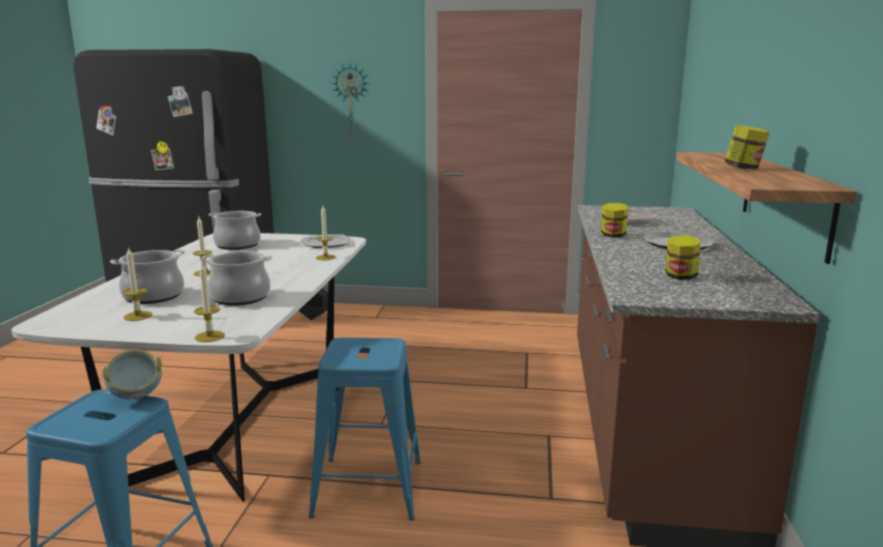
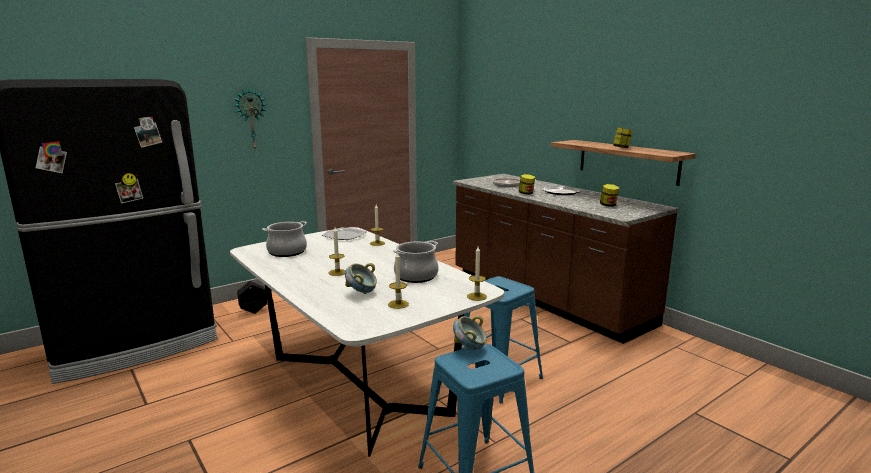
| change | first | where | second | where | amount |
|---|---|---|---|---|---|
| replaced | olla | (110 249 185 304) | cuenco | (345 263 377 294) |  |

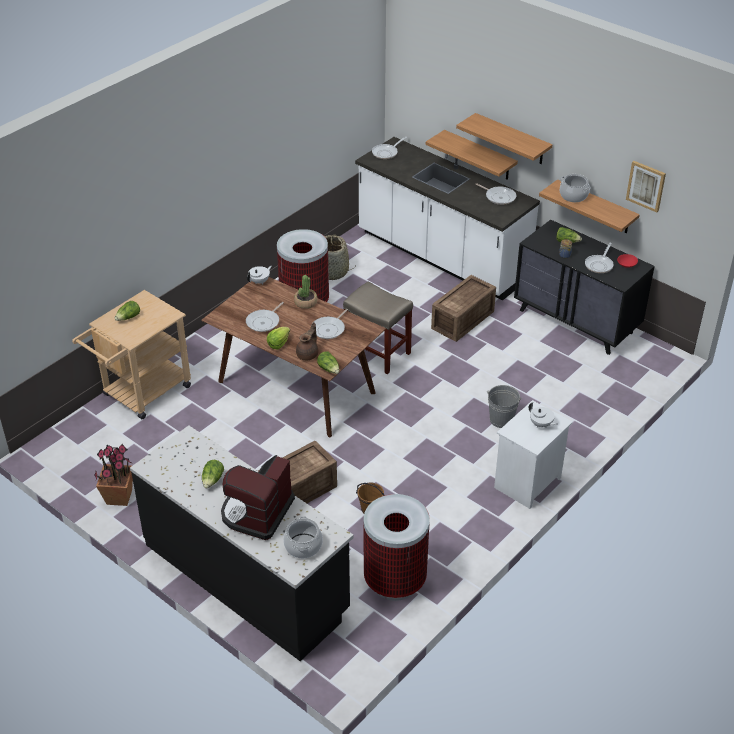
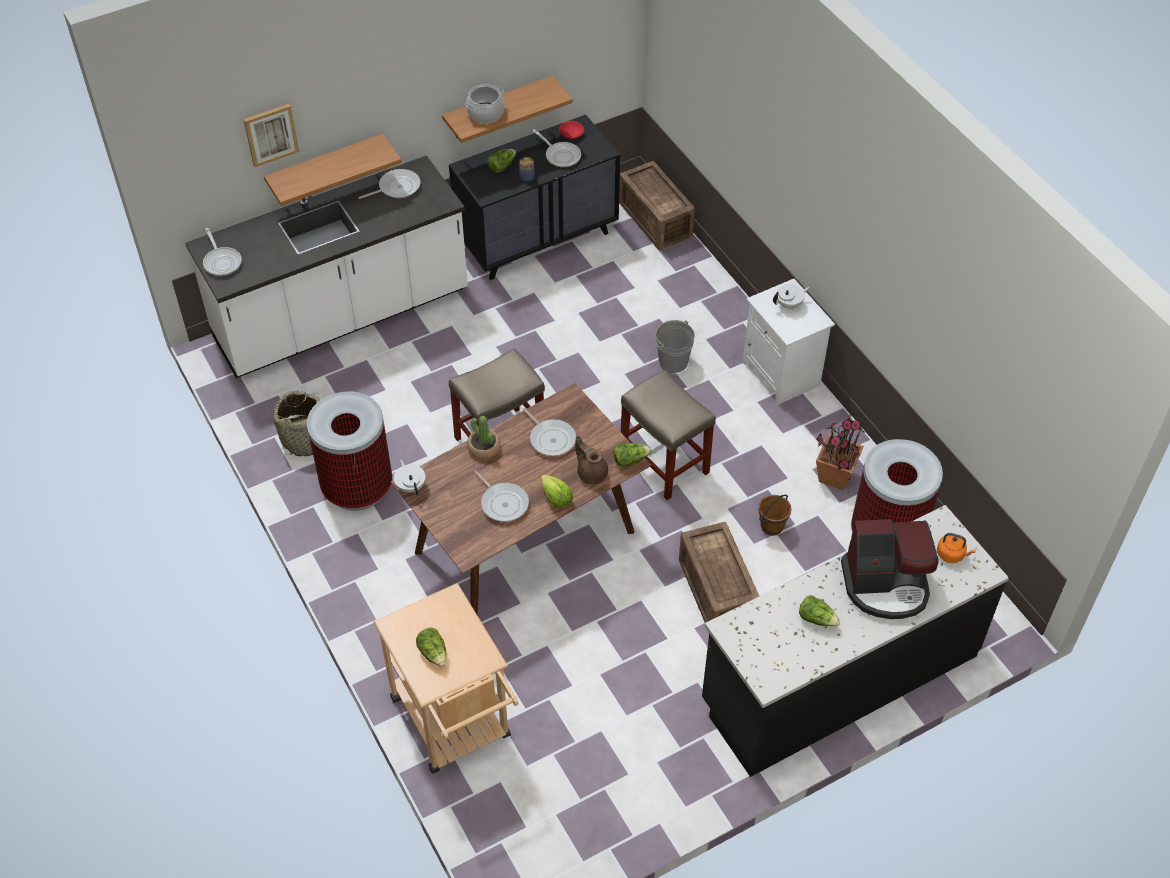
| change | first | where | second | where | amount |
|---|---|---|---|---|---|
| removed | estante | (456 113 553 164) |  |  |  |
| added |  |  | taburete (beis) | (621 370 716 500) |  |
| moved | planta en maceta | (94 444 133 506) |  | (816 410 866 490) |  |
| moved | caja de embalaje | (431 275 496 342) |  | (619 161 695 250) |  |
| moved | cuadro | (626 161 666 212) |  | (243 104 299 167) |  |
| replaced | olla | (283 516 323 559) | hervidor (naranja) | (937 533 976 563) |  |
| turned | cafetera | (221 455 295 540) |  | (841 519 939 619) | 45 degrees counterclockwise |

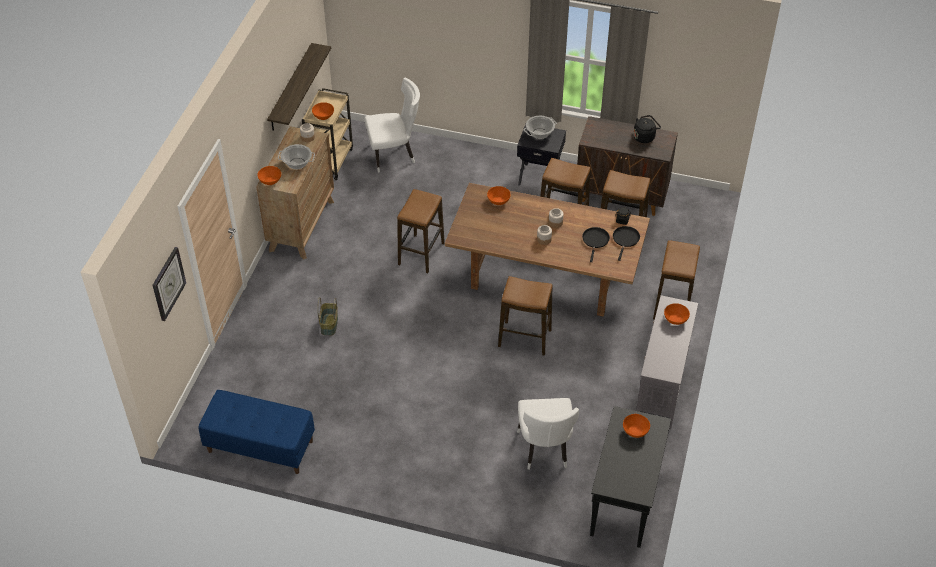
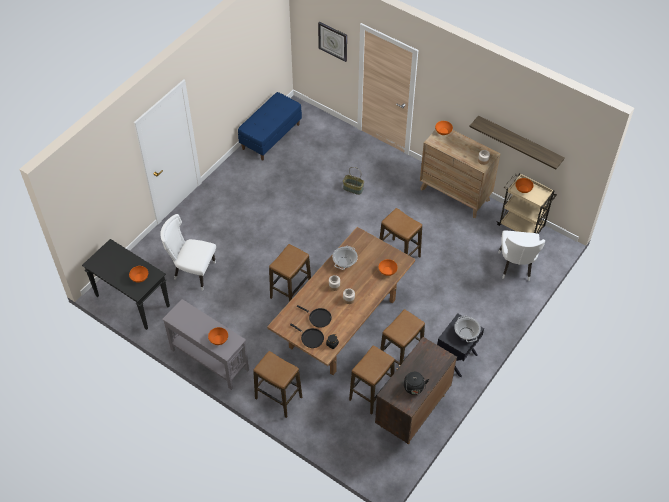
| change | first | where | second | where | amount |
|---|---|---|---|---|---|
| moved | olla | (278 144 315 169) |  | (332 246 358 270) |  |

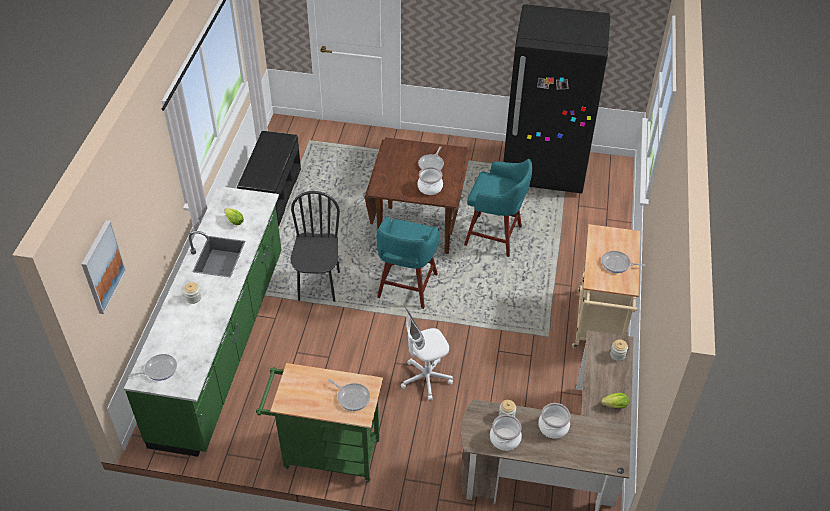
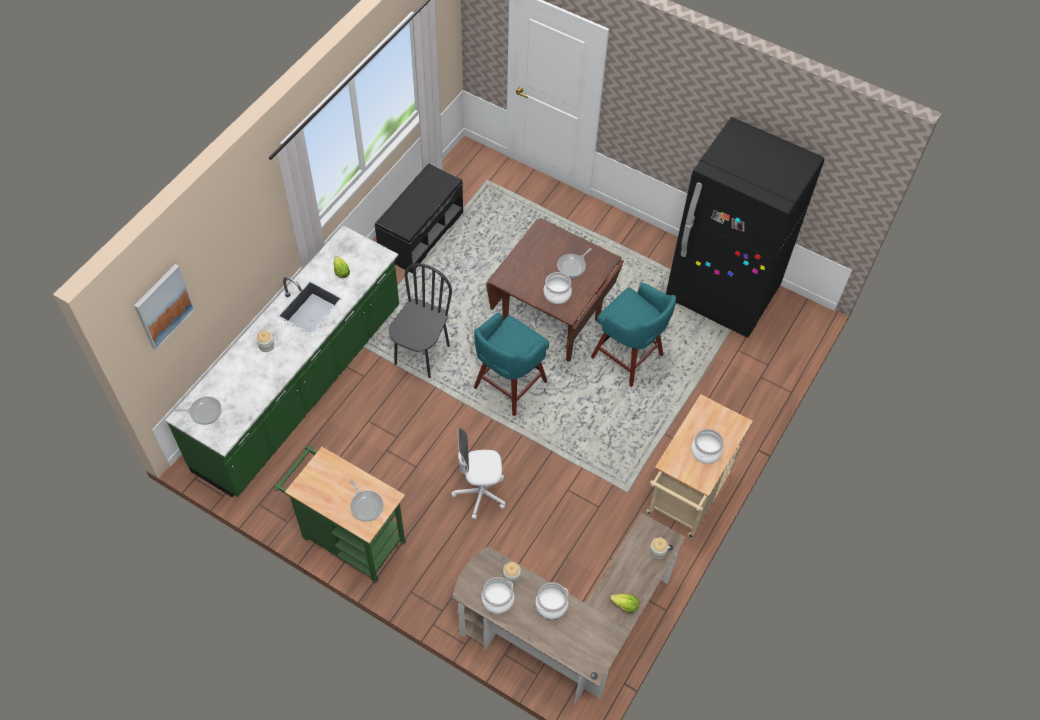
| change | first | where | second | where | amount |
|---|---|---|---|---|---|
| replaced | sartén | (602 251 646 273) | olla | (691 429 724 464) |  |

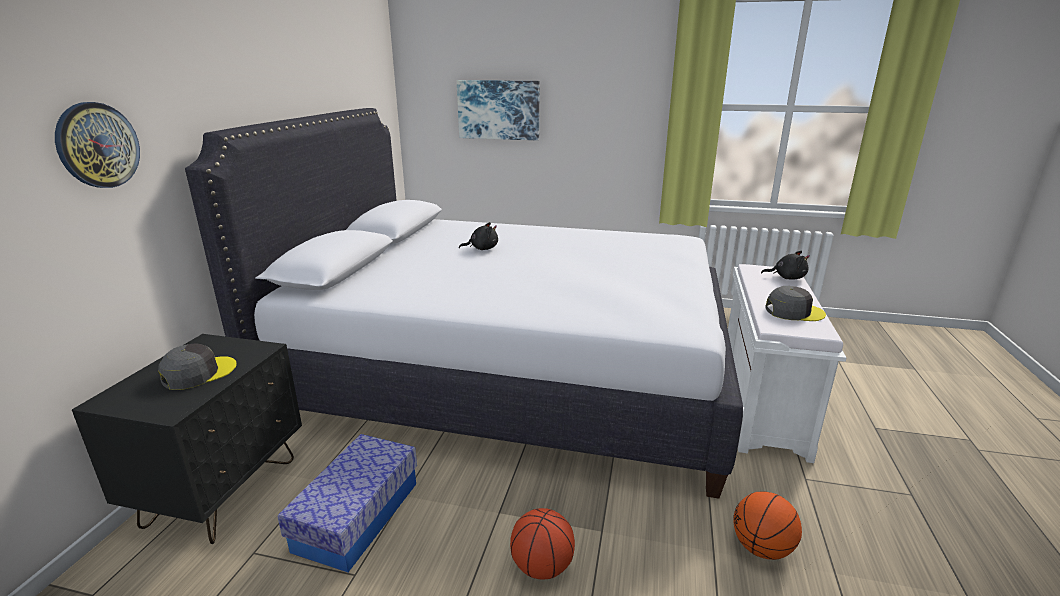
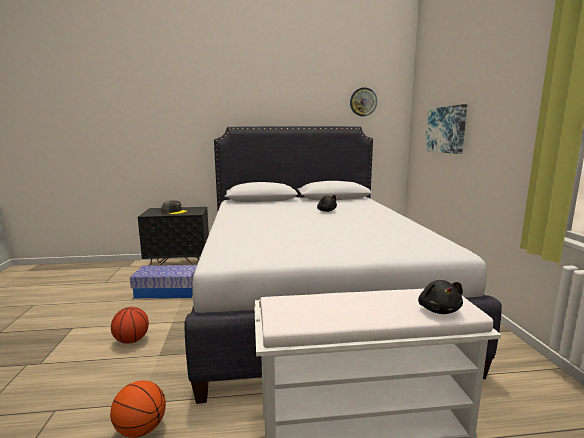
| change | first | where | second | where | amount |
|---|---|---|---|---|---|
| removed | gorra (gris) | (765 286 826 321) |  |  |  |
| moved | reloj de pared | (55 102 140 188) |  | (350 88 377 116) |  |

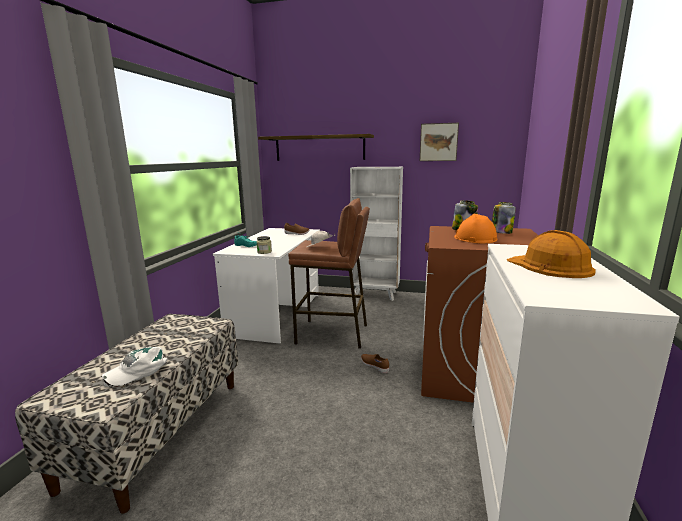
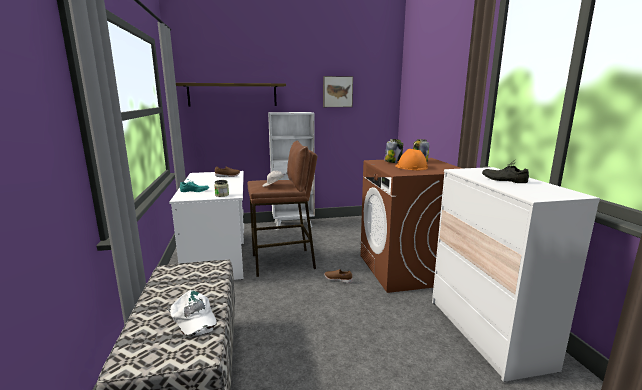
| change | first | where | second | where | amount |
|---|---|---|---|---|---|
| replaced | casco (naranja) | (507 230 596 278) | zapato (gris) | (482 159 529 183) |  |
| turned | gorra (blanco) | (101 347 168 387) |  | (168 290 217 335) | 60 degrees counterclockwise |

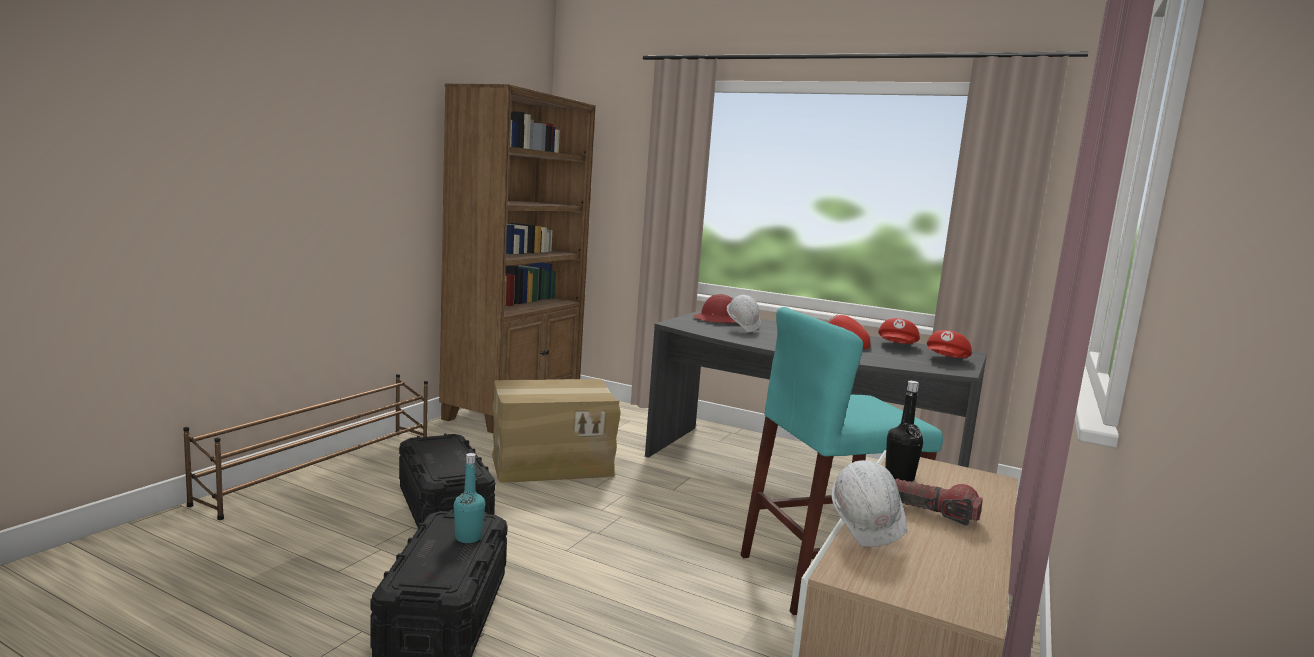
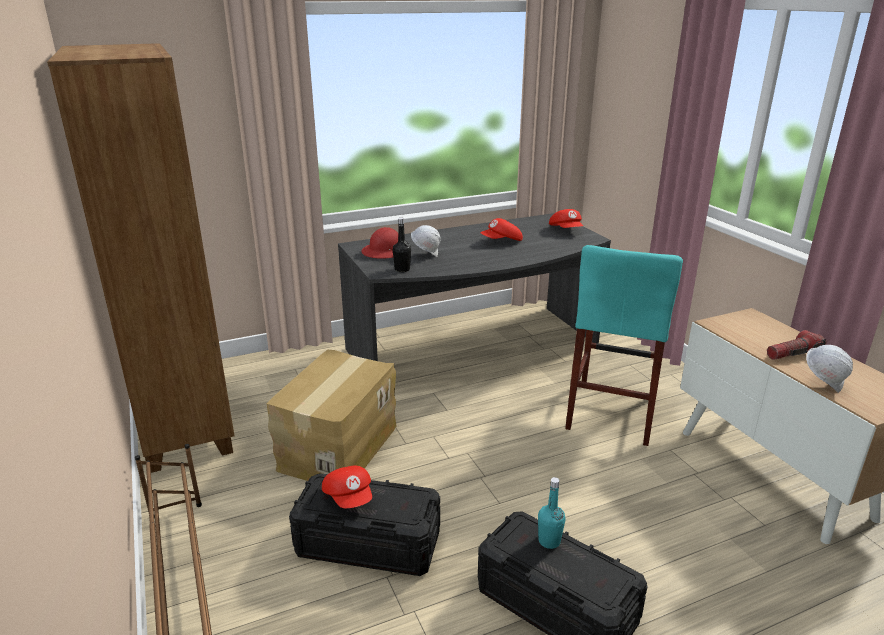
| change | first | where | second | where | amount |
|---|---|---|---|---|---|
| moved | gorra (rojo) | (878 318 920 344) |  | (322 466 372 508) |  |
| moved | botella (negro) | (885 381 923 482) |  | (393 218 411 272) |  |

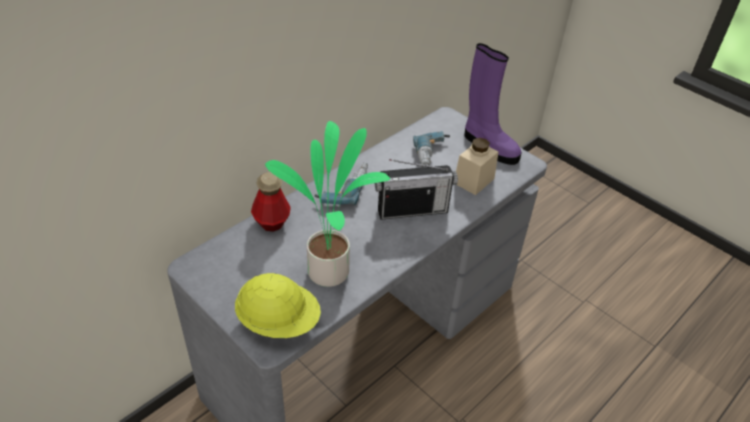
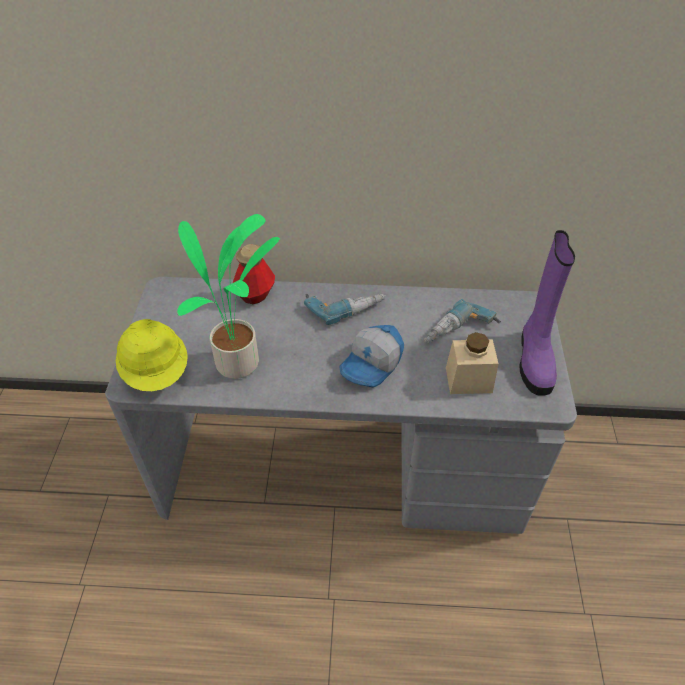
| change | first | where | second | where | amount |
|---|---|---|---|---|---|
| replaced | radio | (375 159 458 220) | gorra | (339 325 404 388) |  |

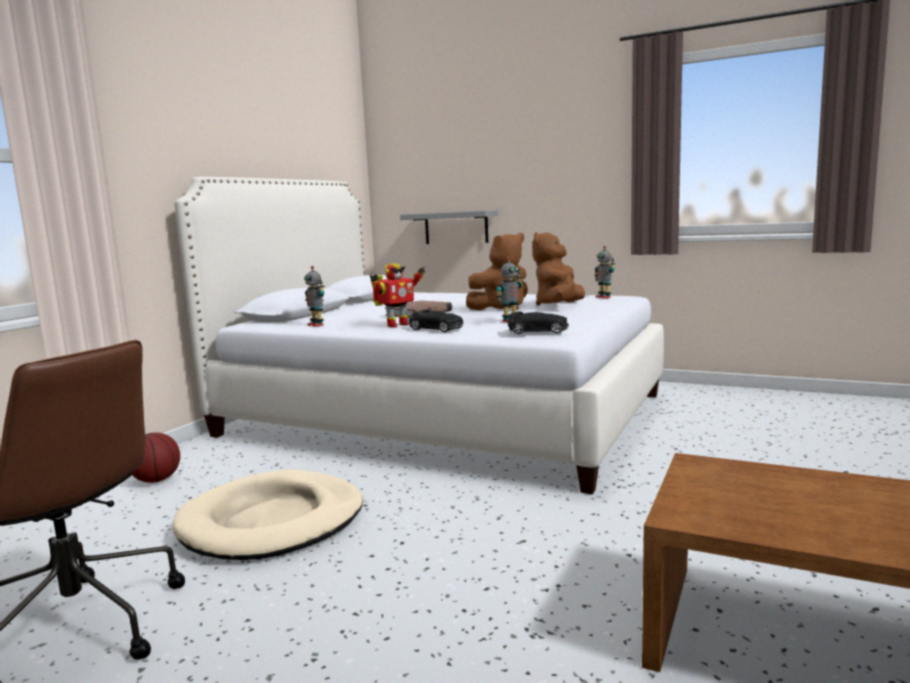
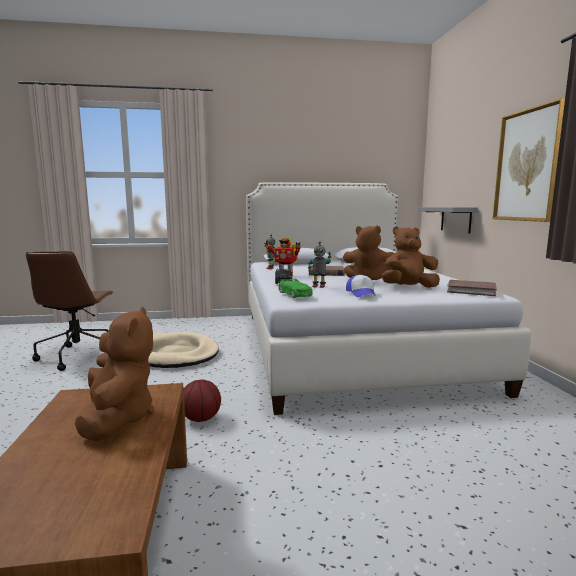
| change | first | where | second | where | amount |
|---|---|---|---|---|---|
| added |  |  | peluche (marrón) | (75 307 154 441) |  |
| added |  |  | gorra | (346 275 376 297) |  |
| added |  |  | cuadro | (493 98 565 222) |  |
| moved | balón de baloncesto | (131 432 180 483) |  | (184 380 221 422) |  |
| replaced | robot de juguete | (594 246 615 299) | libro (marrón) | (447 280 497 296) |  |
| recoloured | coche de juguete (negro) | (508 311 569 334) | coche de juguete (verde) | (279 279 313 298) |  |

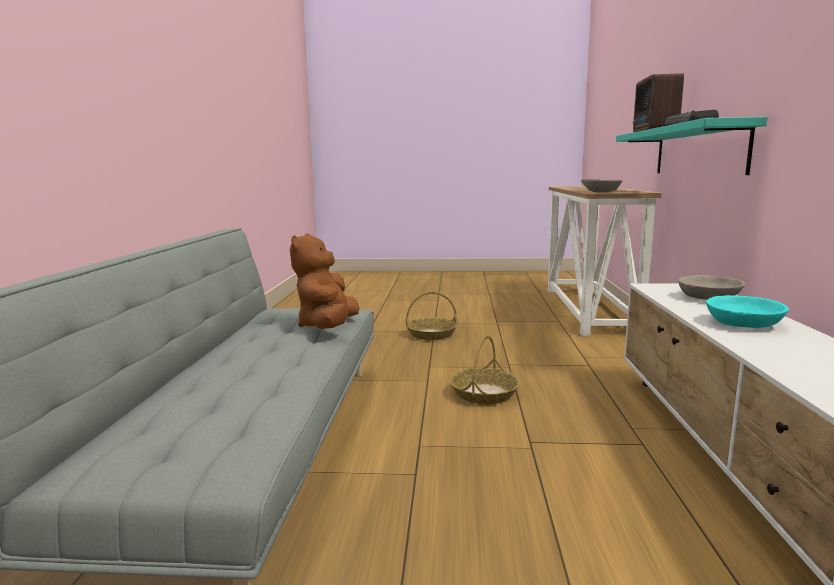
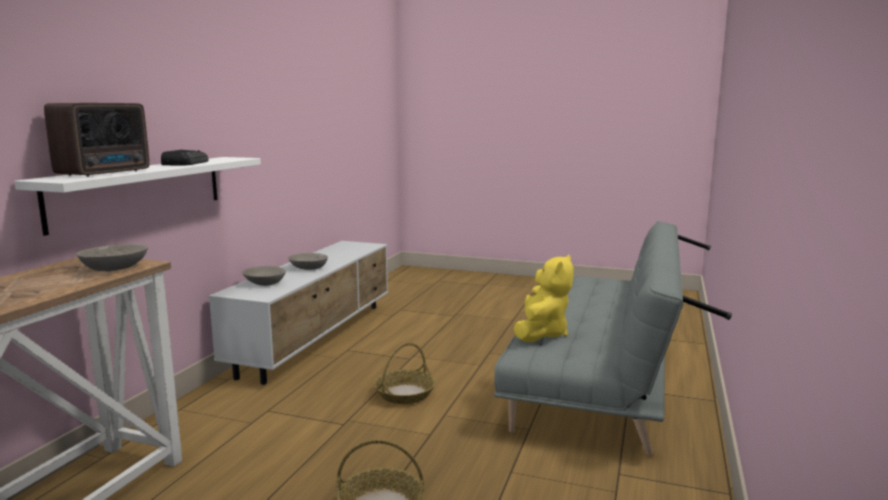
| change | first | where | second | where | amount |
|---|---|---|---|---|---|
| recoloured | peluche (marrón) | (290 234 360 329) | peluche (amarillo) | (514 255 574 342) |  |
| recoloured | estante (turquesa) | (616 117 768 175) | estante (blanco) | (14 157 261 236) |  |
| recoloured | cuenco (turquesa) | (706 295 789 328) | cuenco (gris) | (288 253 328 270) |  |

